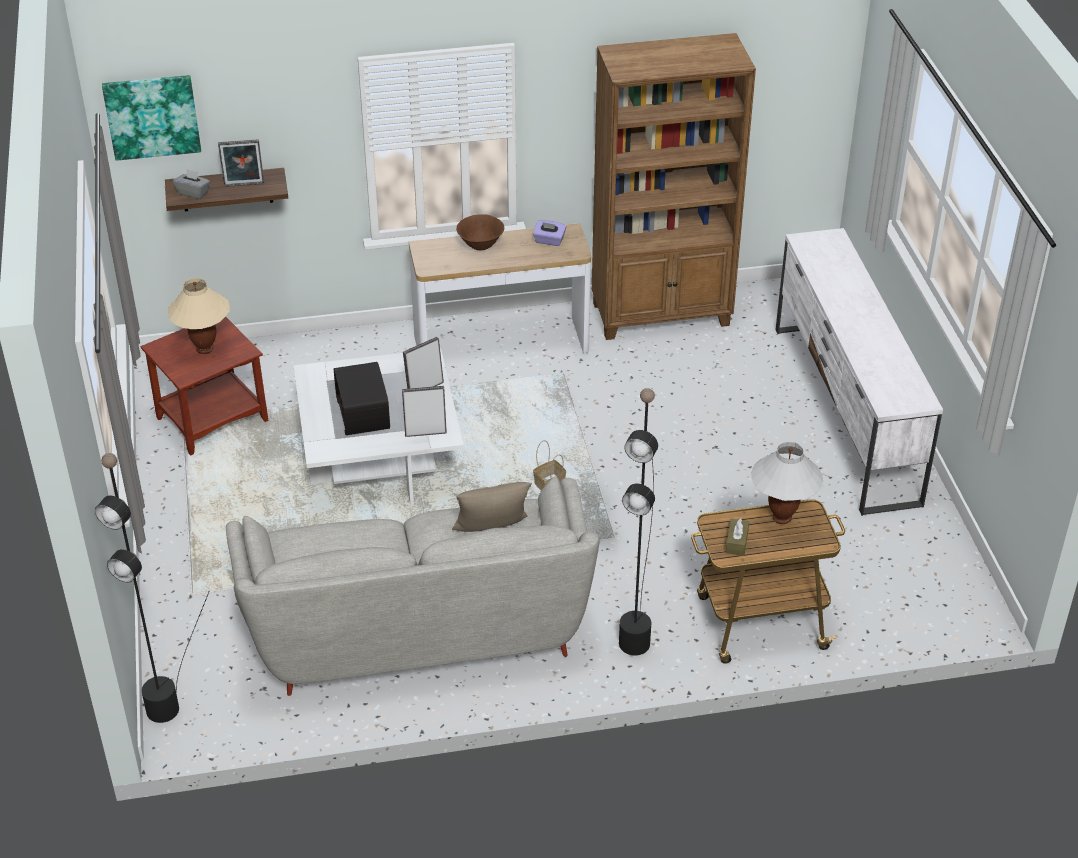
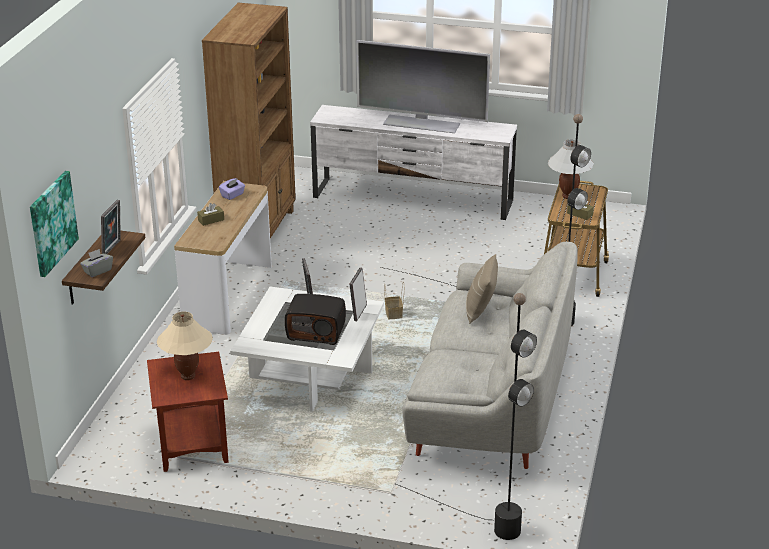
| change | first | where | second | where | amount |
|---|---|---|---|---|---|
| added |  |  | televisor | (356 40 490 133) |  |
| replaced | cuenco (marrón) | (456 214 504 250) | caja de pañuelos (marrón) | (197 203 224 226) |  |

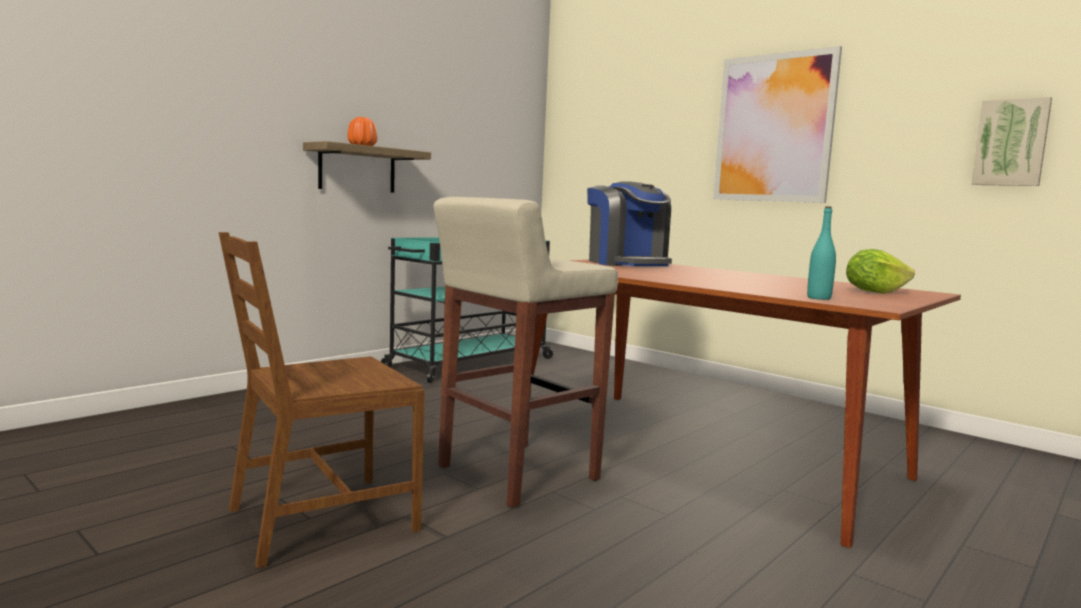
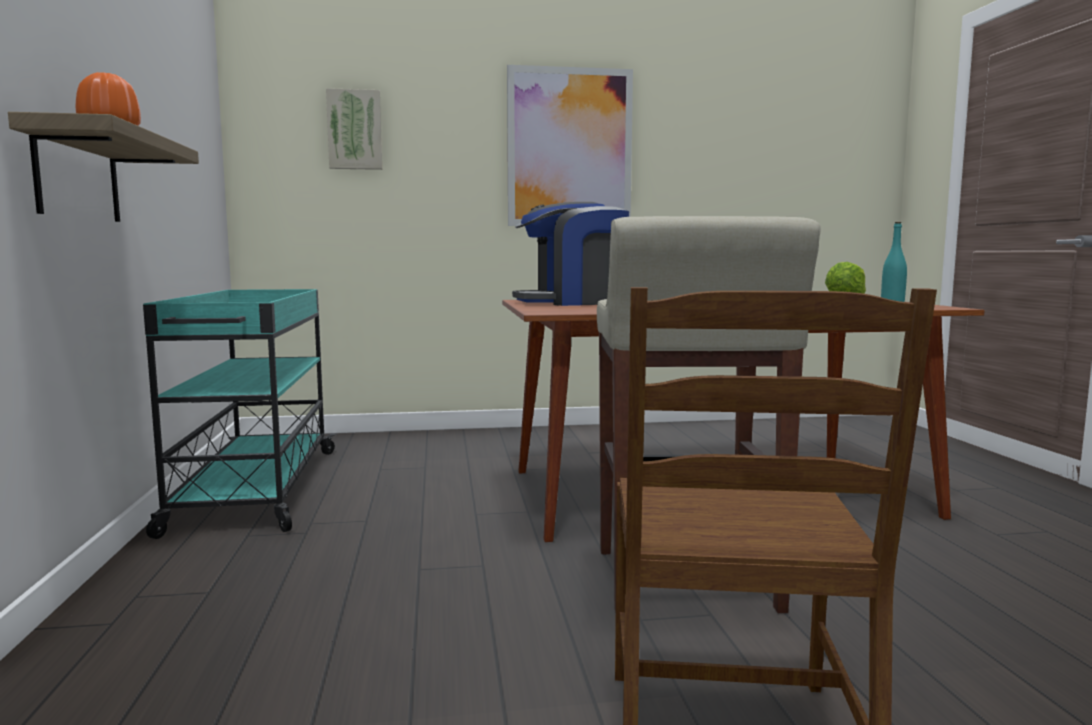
| change | first | where | second | where | amount |
|---|---|---|---|---|---|
| moved | cuadro | (971 97 1052 186) |  | (326 88 382 170) |  |
| turned | cafetera | (587 181 672 266) |  | (512 202 629 306) | 150 degrees clockwise |

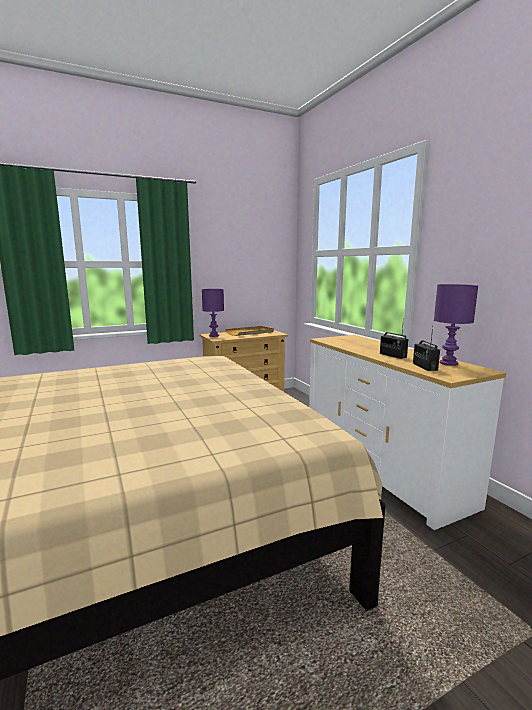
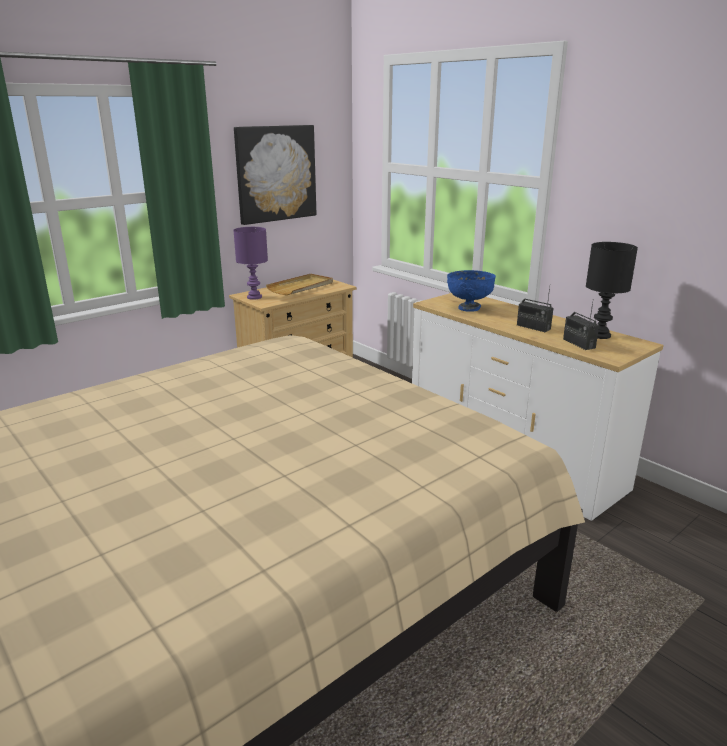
| change | first | where | second | where | amount |
|---|---|---|---|---|---|
| added |  |  | cuadro | (234 125 316 225) |  |
| added |  |  | cuenco (azul) | (447 270 496 312) |  |
| recoloured | lámpara de mesa (morado) | (434 284 478 366) | lámpara de mesa (negro) | (586 242 638 339) |  |

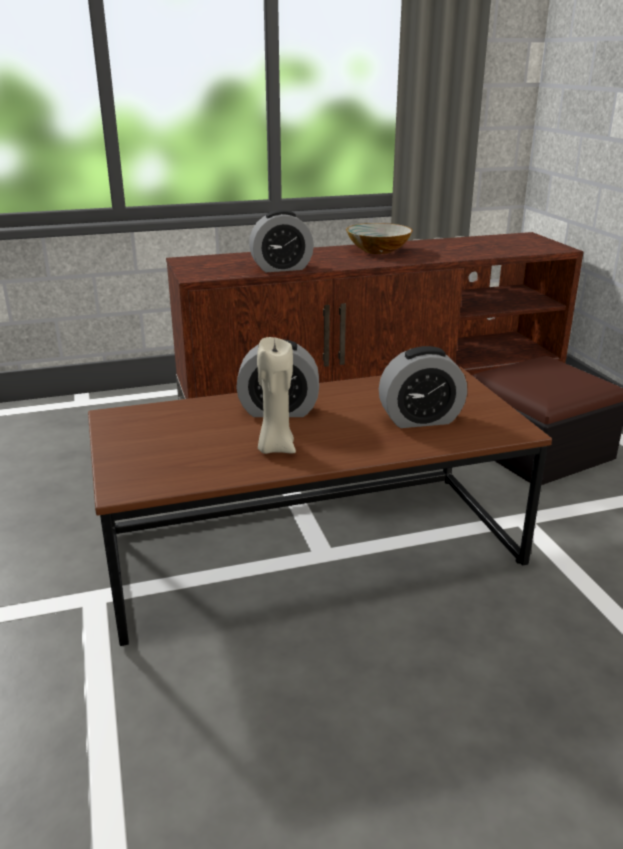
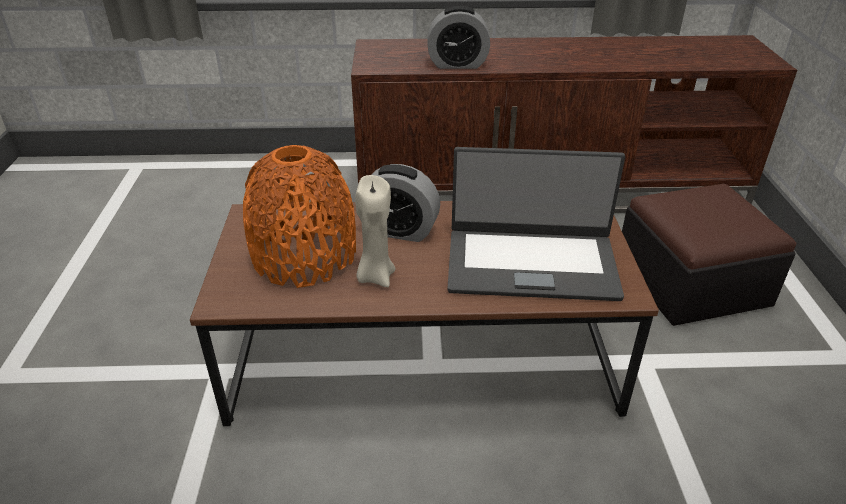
| change | first | where | second | where | amount |
|---|---|---|---|---|---|
| removed | cuenco | (346 223 413 254) |  |  |  |
| added |  |  | florero (naranja) | (243 145 356 288) |  |
| replaced | despertador | (379 346 467 428) | portátil | (447 147 625 301) |  |

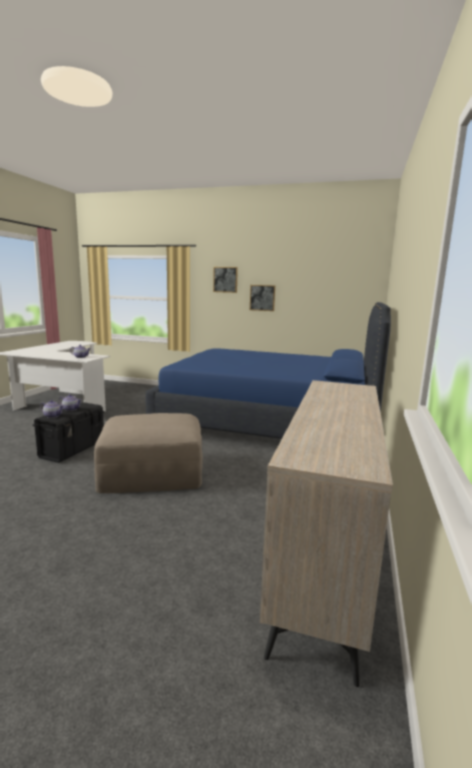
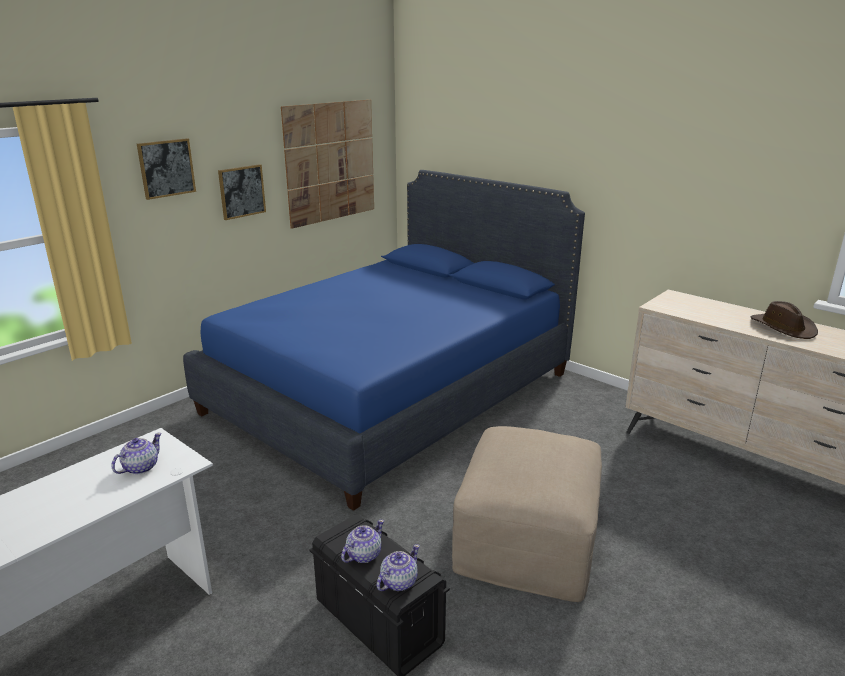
| change | first | where | second | where | amount |
|---|---|---|---|---|---|
| added |  |  | cuadro | (281 100 374 229) |  |
| added |  |  | sombrero (marrón) | (751 301 818 339) |  |

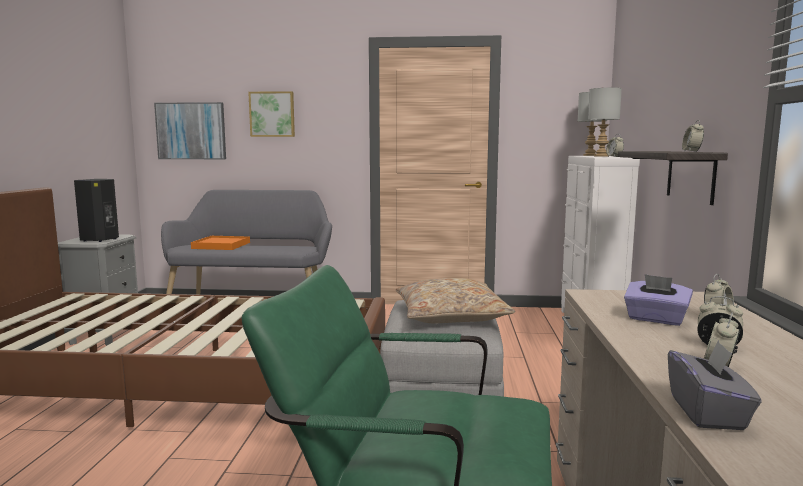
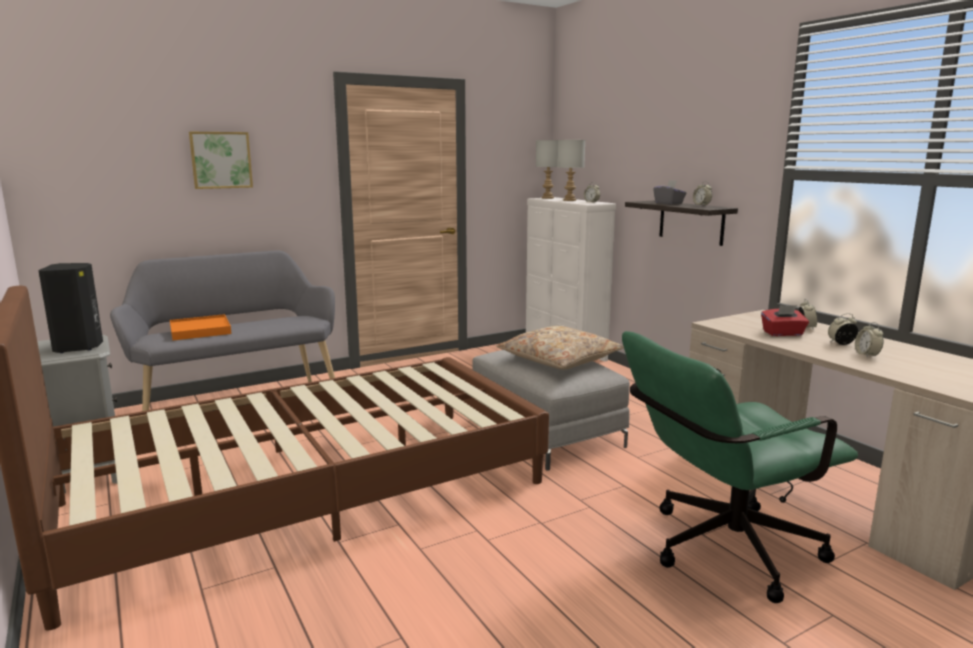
| change | first | where | second | where | amount |
|---|---|---|---|---|---|
| removed | cuadro | (154 102 226 159) |  |  |  |
| moved | caja de pañuelos (gris) | (668 340 762 430) |  | (653 180 686 204) |  |
| recoloured | caja de pañuelos (morado) | (624 274 693 326) | caja de pañuelos (rojo) | (761 305 809 336) |  |

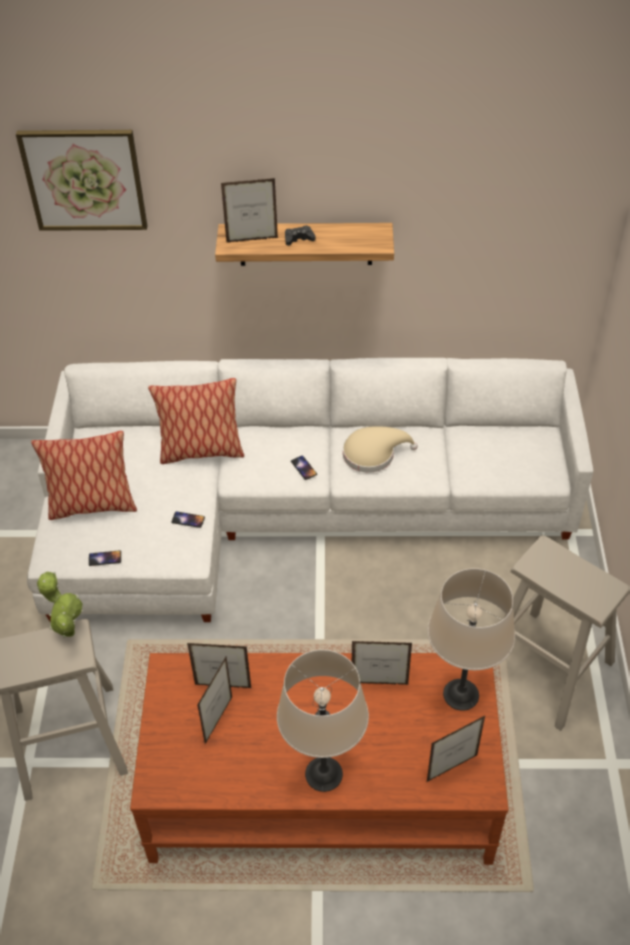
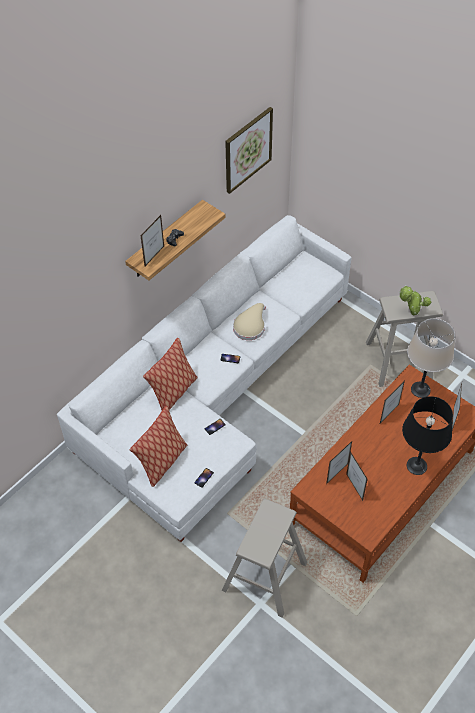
| change | first | where | second | where | amount |
|---|---|---|---|---|---|
| moved | cuadro | (16 130 147 231) |  | (225 107 273 194) |  |
| moved | planta en maceta | (37 571 83 638) |  | (399 285 432 316) |  |
| recoloured | lámpara de mesa (beis) | (277 650 369 792) | lámpara de mesa (negro) | (402 396 453 475) |  |

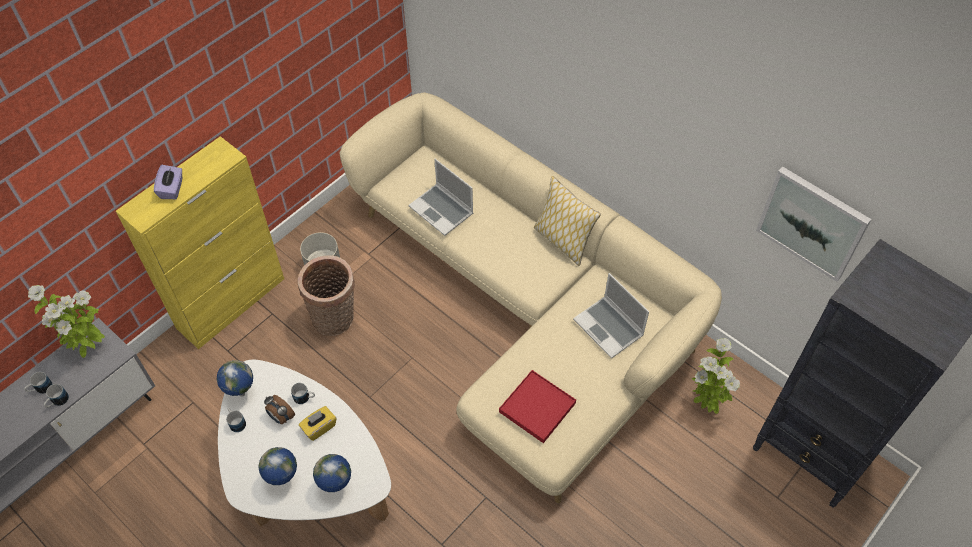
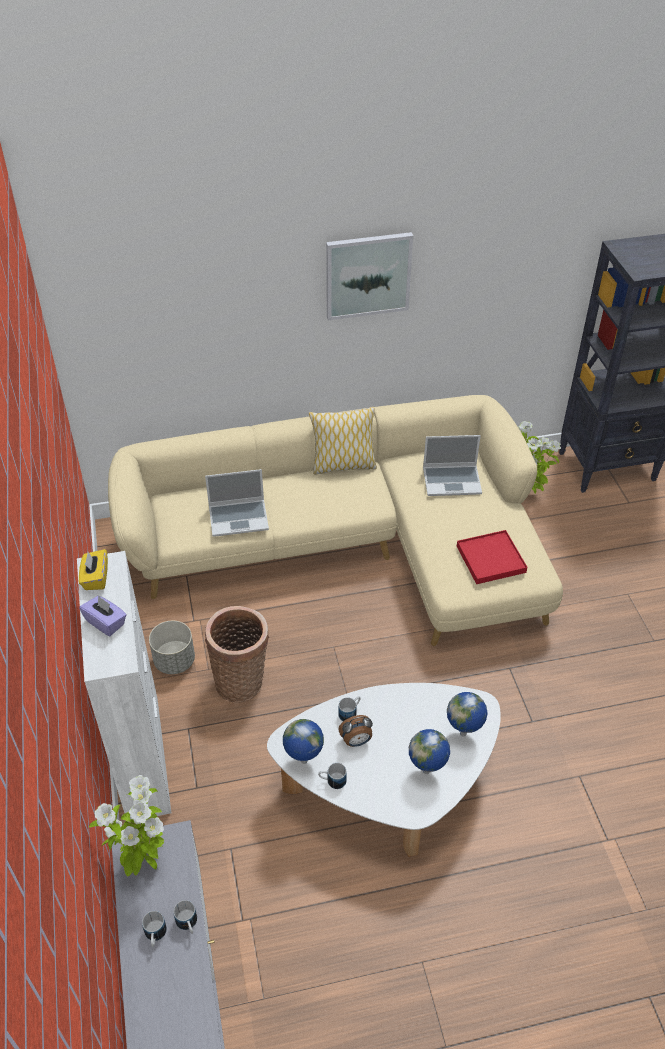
| change | first | where | second | where | amount |
|---|---|---|---|---|---|
| moved | caja de pañuelos (amarillo) | (299 406 336 441) |  | (79 549 108 590) |  |
| moved | cuadro | (756 166 872 282) |  | (326 232 413 320) |  |
| recoloured | armario (amarillo) | (116 136 284 349) | armario (blanco) | (77 551 171 816) |  |

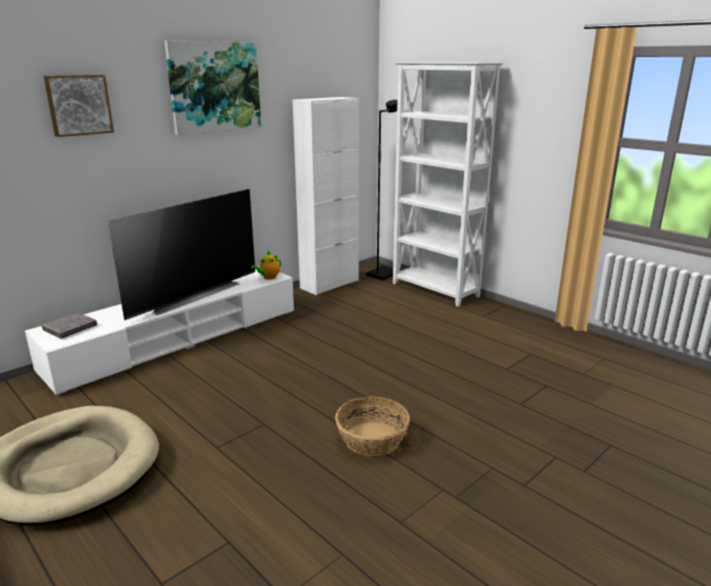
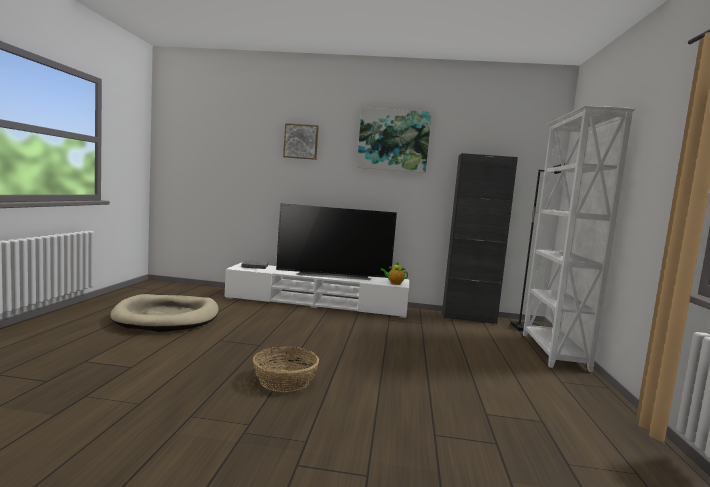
| change | first | where | second | where | amount |
|---|---|---|---|---|---|
| recoloured | armario (blanco) | (292 97 359 295) | armario (negro) | (442 153 518 324) |  |

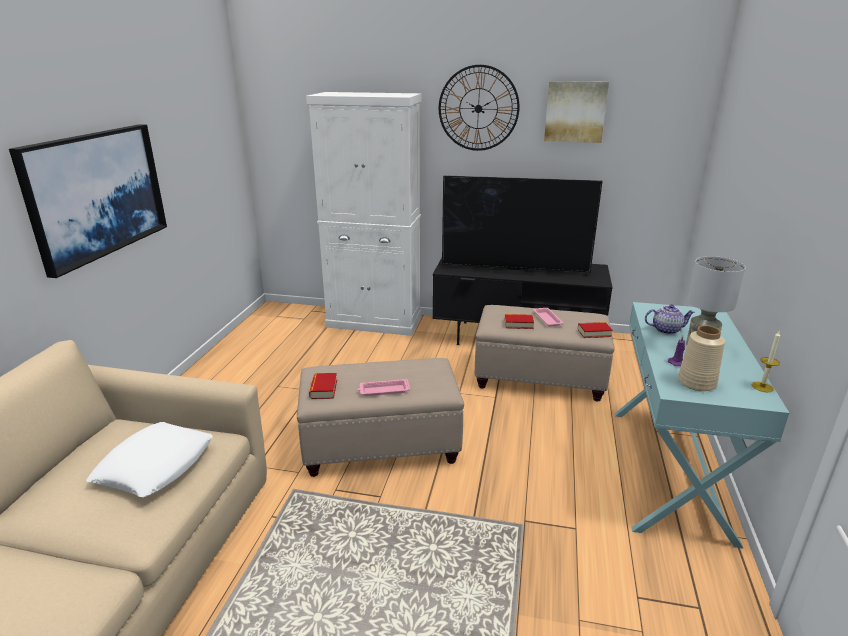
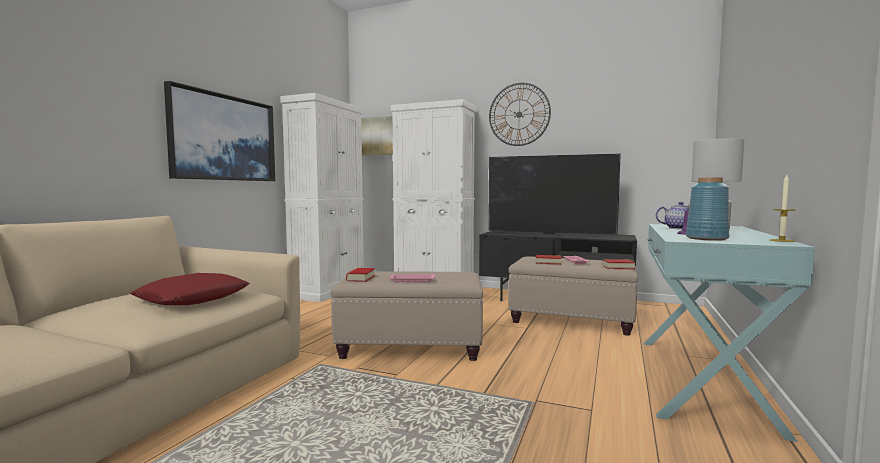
| change | first | where | second | where | amount |
|---|---|---|---|---|---|
| added |  |  | armario (blanco) | (280 93 364 302) |  |
| moved | cuadro | (544 81 609 143) |  | (361 116 393 156) |  |
| recoloured | cojín (blanco) | (86 422 213 497) | cojín (rojo) | (130 273 250 305) |  |
| recoloured | florero (beis) | (678 325 725 391) | florero (azul) | (686 177 729 241) |  |

